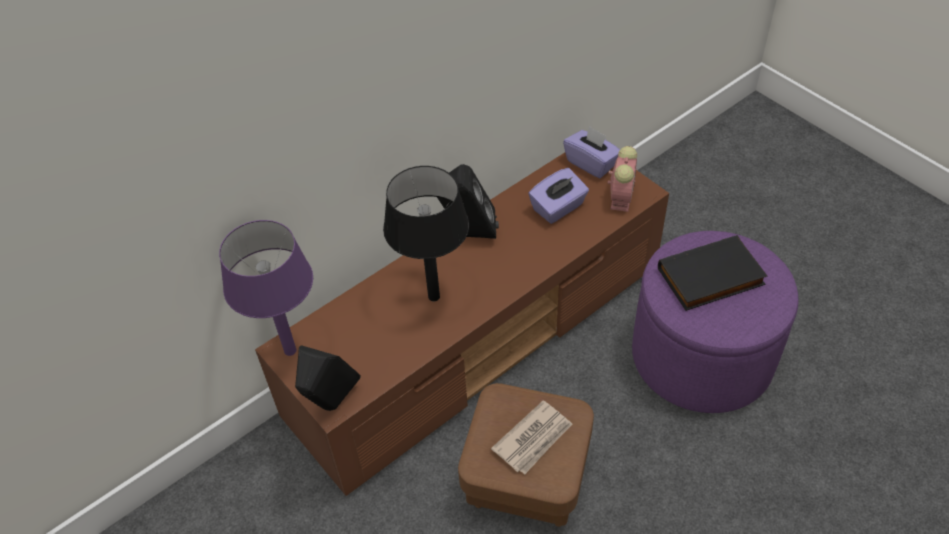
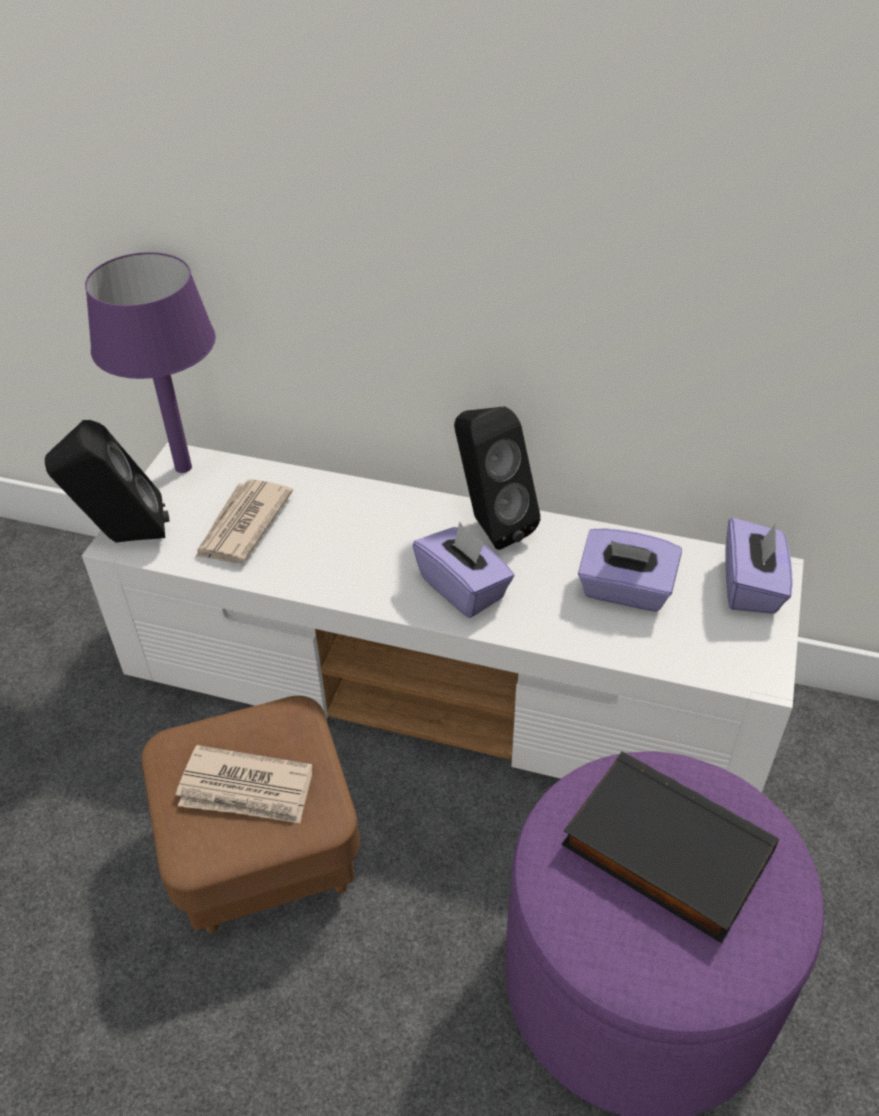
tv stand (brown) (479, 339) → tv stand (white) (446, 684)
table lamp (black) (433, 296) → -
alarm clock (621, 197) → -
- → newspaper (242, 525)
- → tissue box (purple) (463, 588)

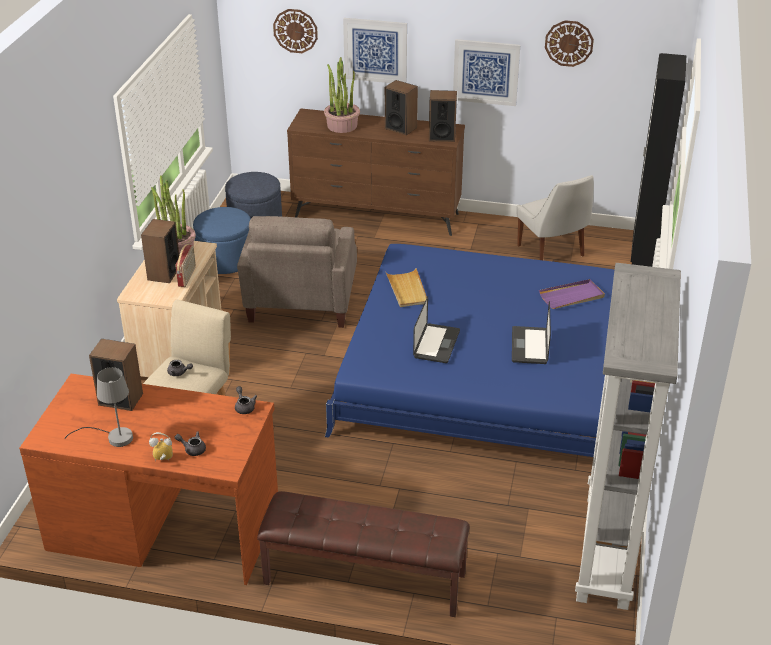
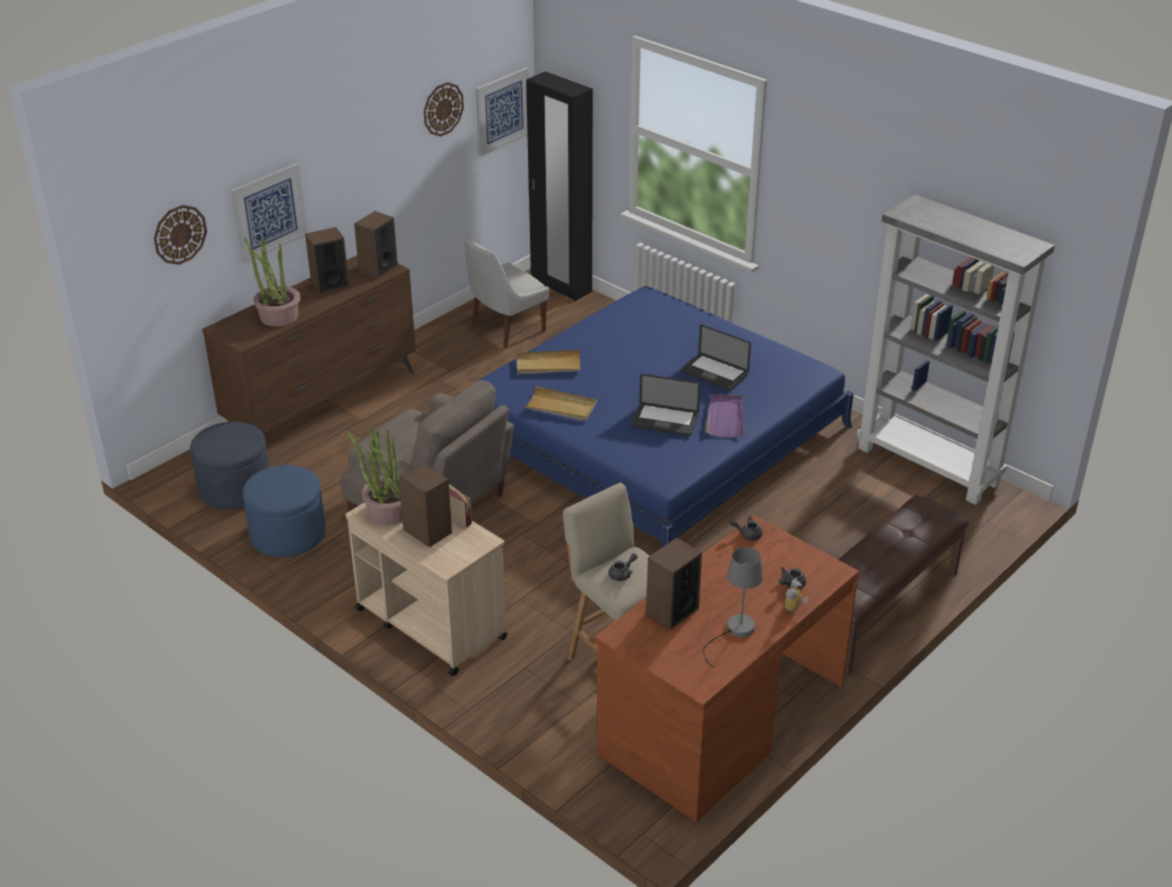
laptop (436, 344) → laptop (664, 421), 150 degrees clockwise
picture (486, 72) → picture (502, 111), move
chair (white) (552, 252) → chair (white) (505, 329), 135 degrees clockwise
tray (purple) (572, 296) → tray (purple) (725, 417), move
- → tray (beige) (548, 365)

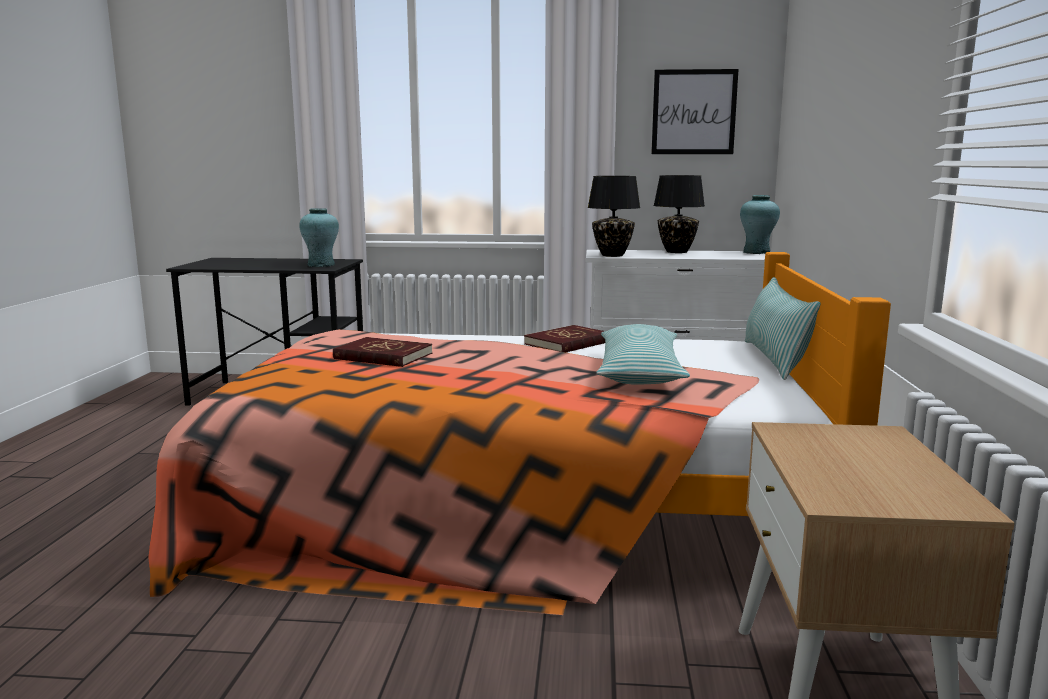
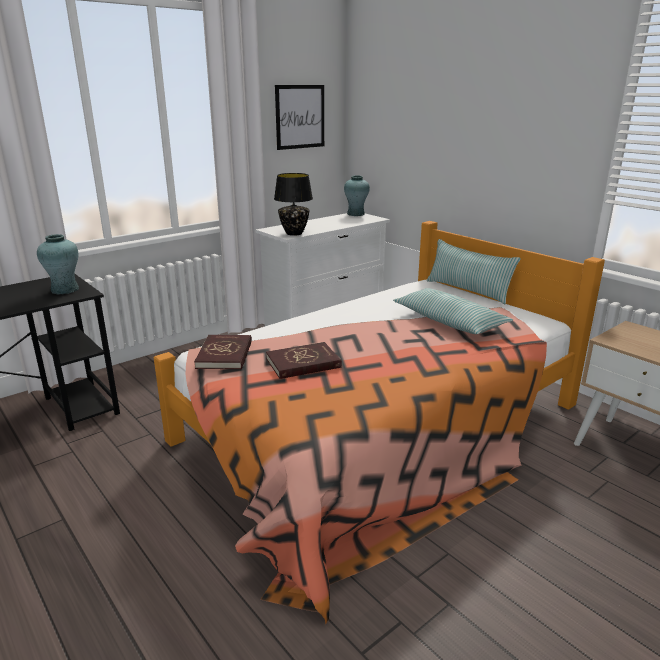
book (red) (568, 343) → book (red) (225, 355), move
table lamp (black) (676, 252) → -

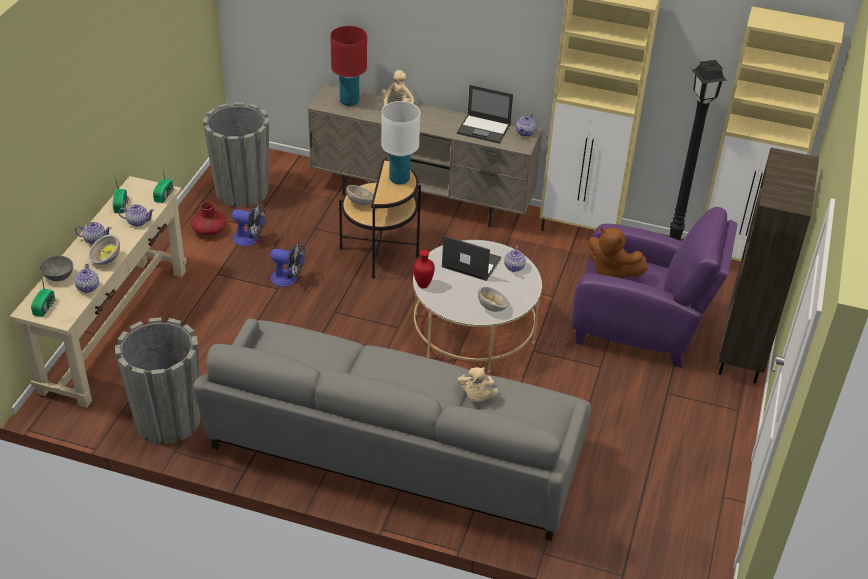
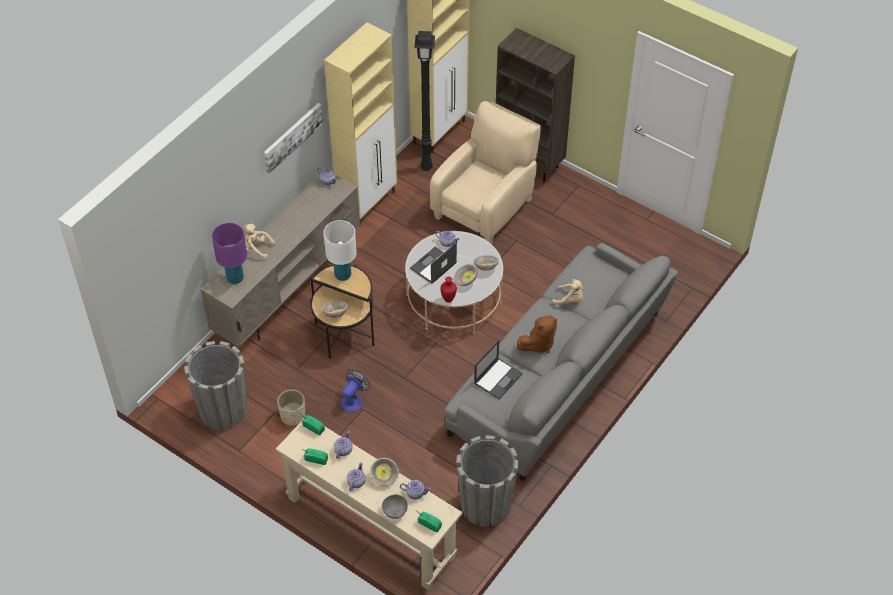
vase (red) (209, 230) → -
fan (250, 239) → planter (beige) (292, 416)
table lamp (red) (349, 101) → table lamp (purple) (235, 278)
laptop (484, 129) → laptop (498, 378), move
armchair (purple) (641, 327) → armchair (beige) (486, 206)
plush toy (brown) (611, 271) → plush toy (brown) (538, 344), move
- → picture (292, 137)
- → bowl (465, 281)

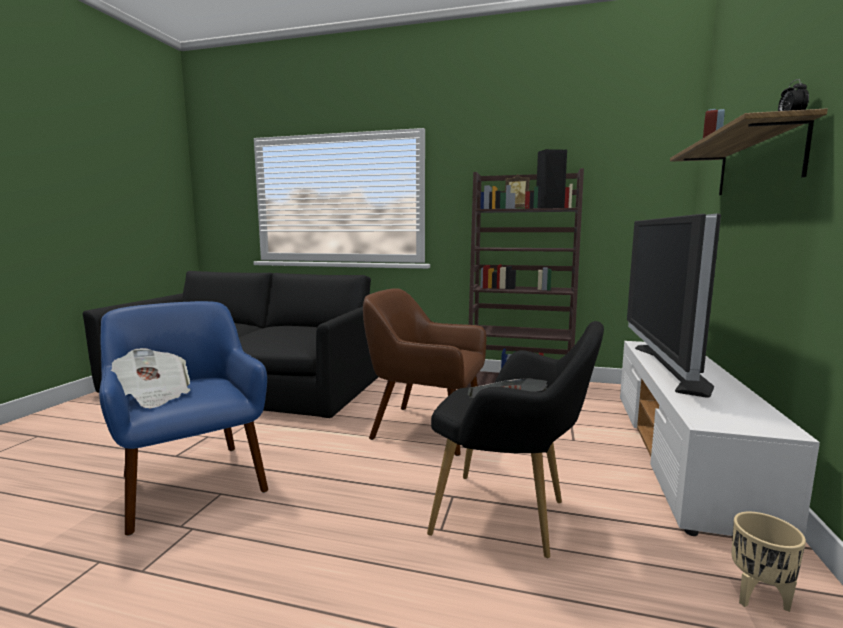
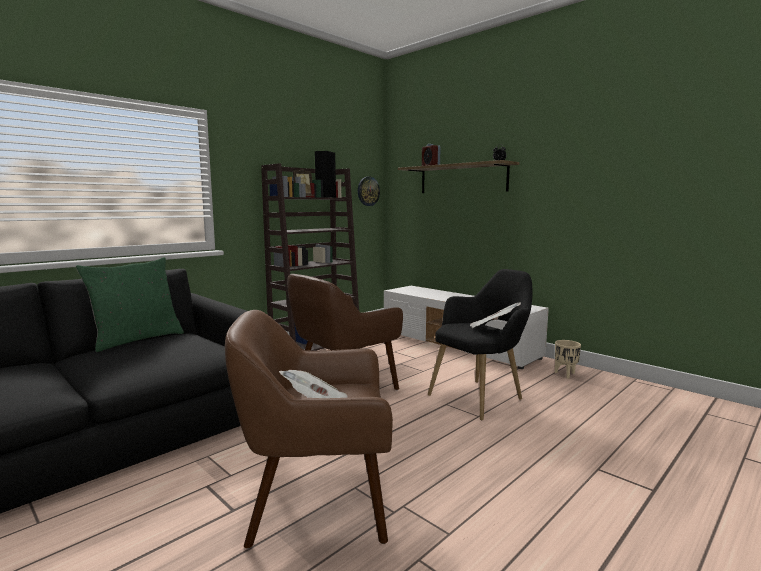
armchair (blue) (191, 483) → armchair (brown) (316, 502)
television (668, 368) → -
- → pillow (green) (136, 339)
- → wall clock (368, 191)

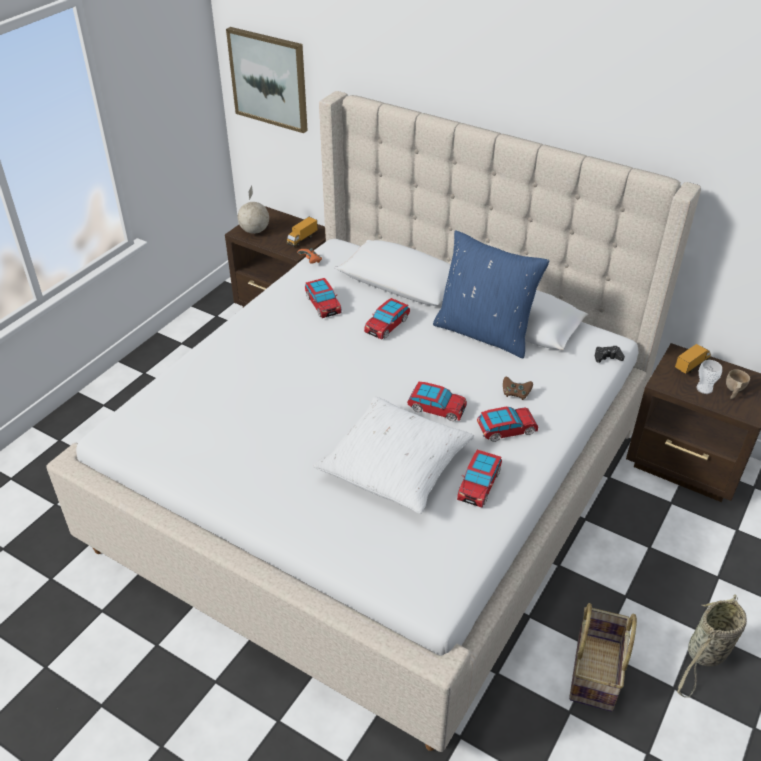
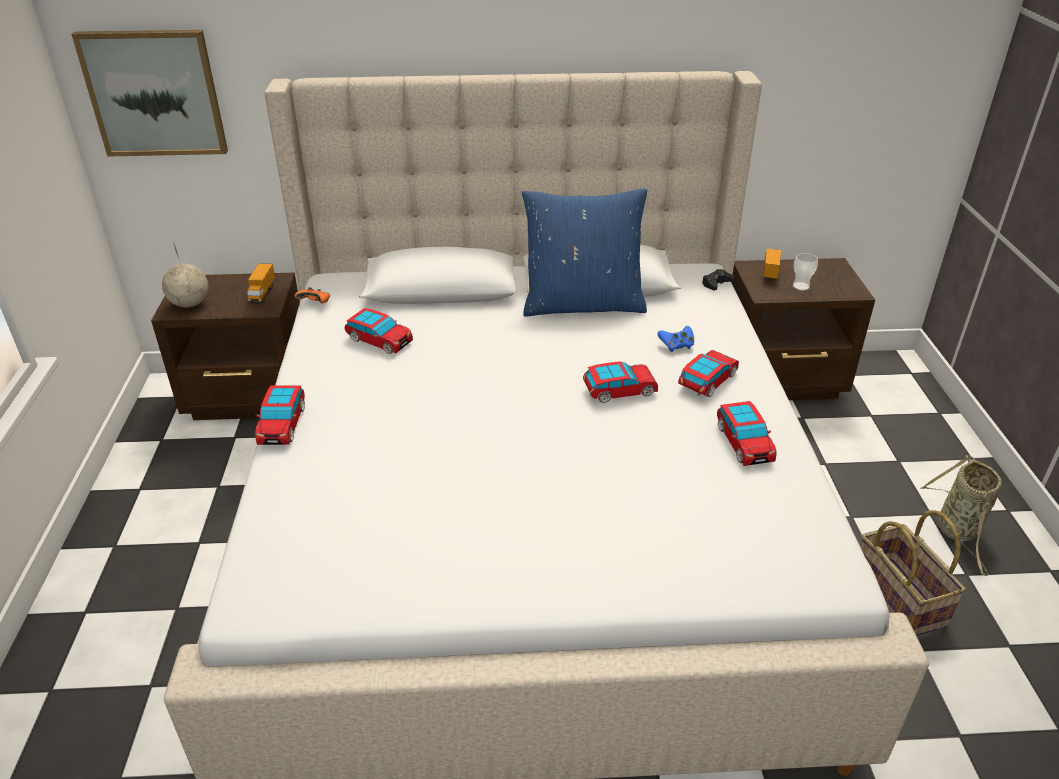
pillow (white) (395, 465) → -
toy car (387, 325) → toy car (282, 424), move
game controller (brown) (515, 393) → game controller (blue) (676, 346)
cup (beige) (733, 391) → -

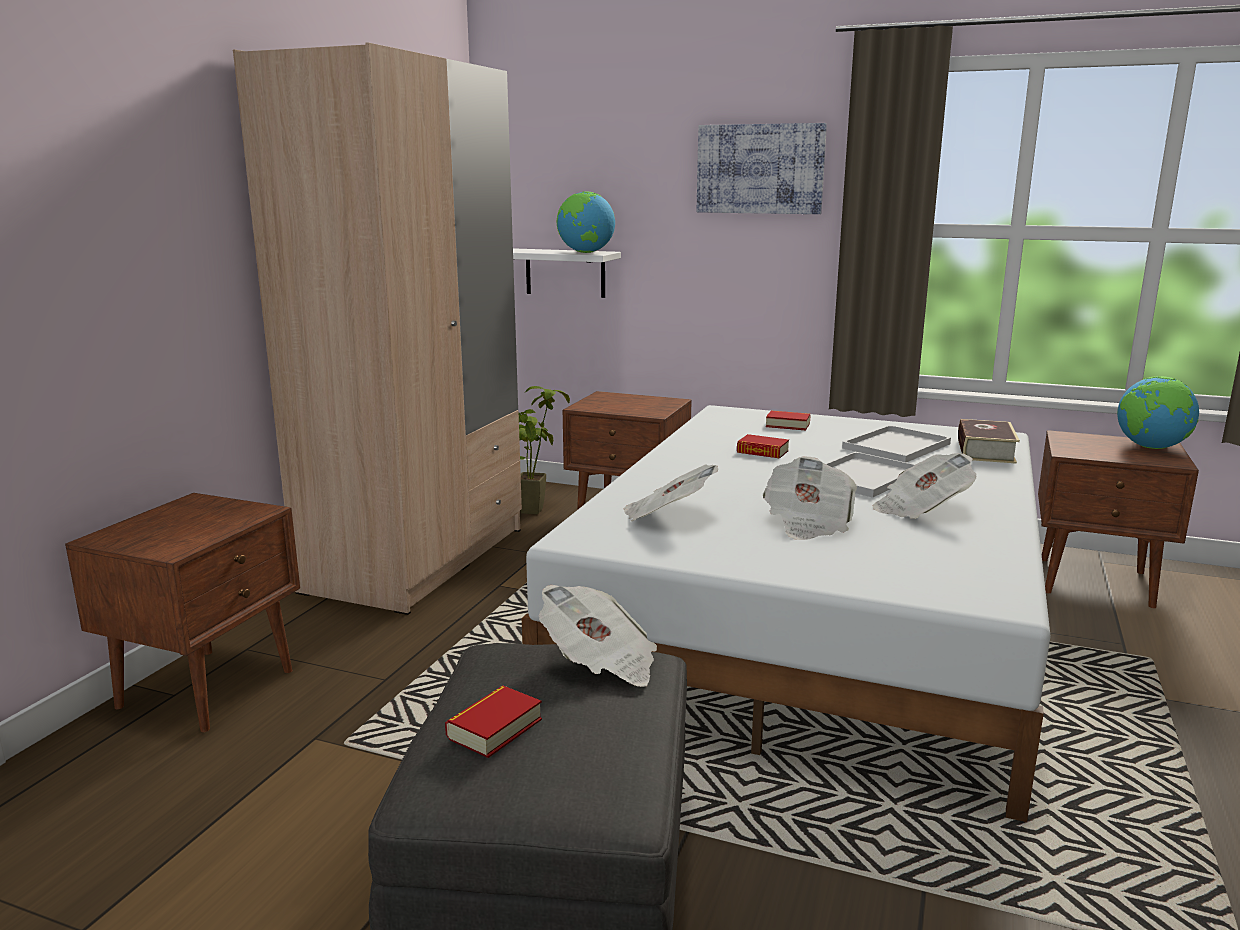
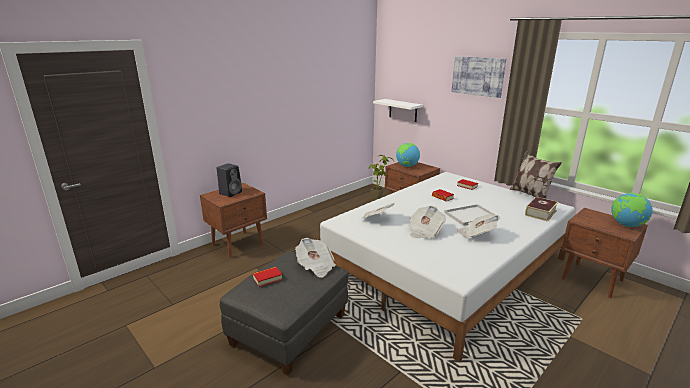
wardrobe (beige) (418, 559) → -
globe (585, 252) → globe (407, 166), move
tray (white) (896, 445) → -
- → speaker (black) (231, 193)
- → pillow (530, 194)

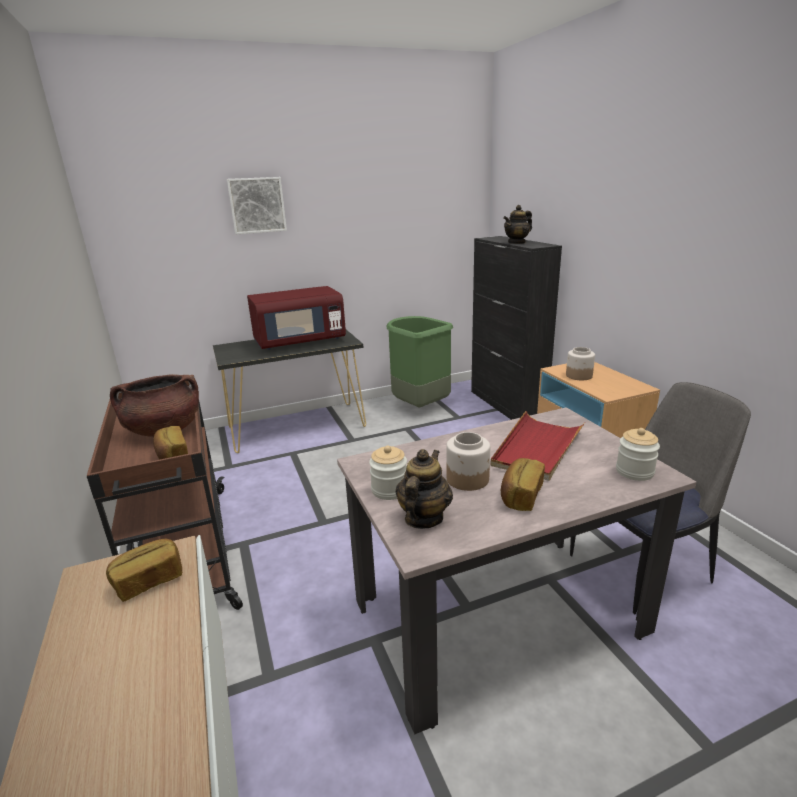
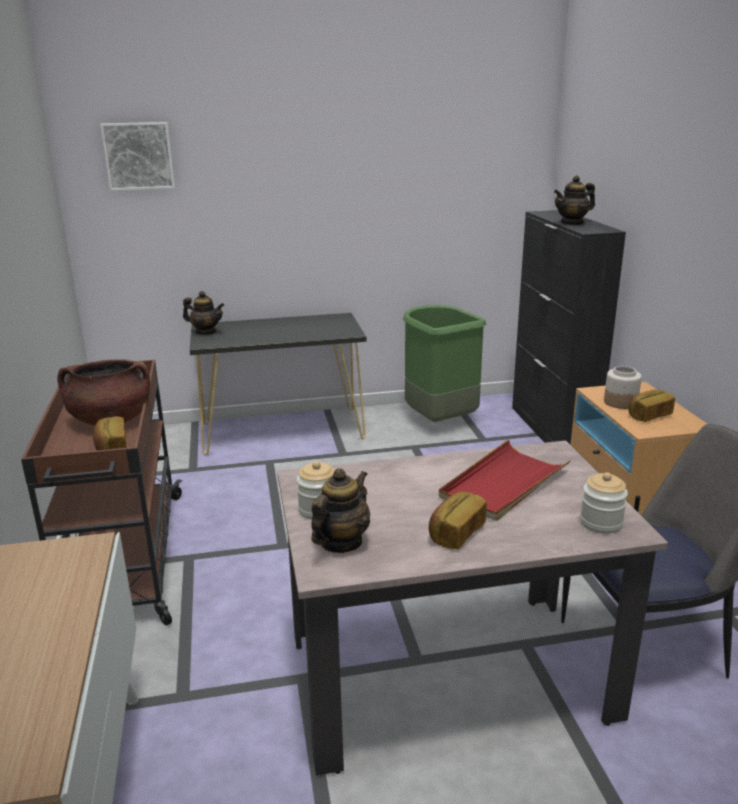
bread (149, 581) → bread (648, 415), move
picture (257, 205) → picture (139, 156), move
microwave (red) (299, 341) → -
jar (468, 479) → -
- → teapot (206, 332)

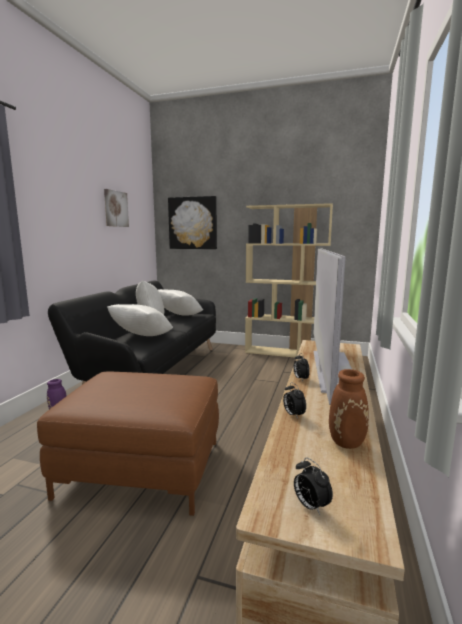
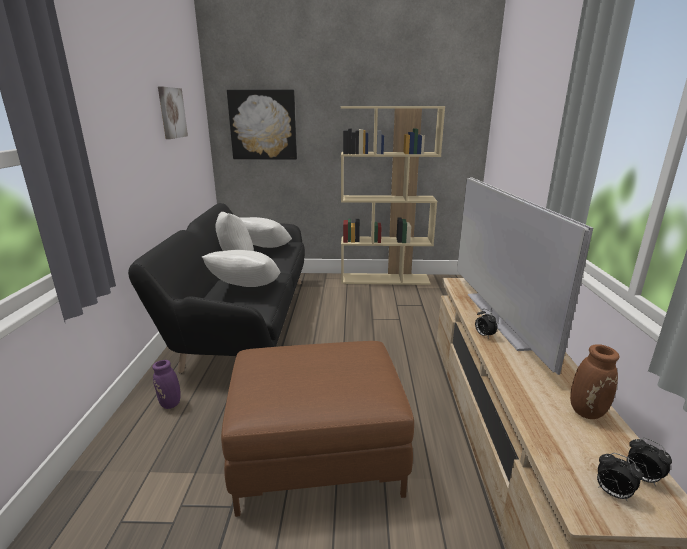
alarm clock (293, 415) → alarm clock (641, 477), move

